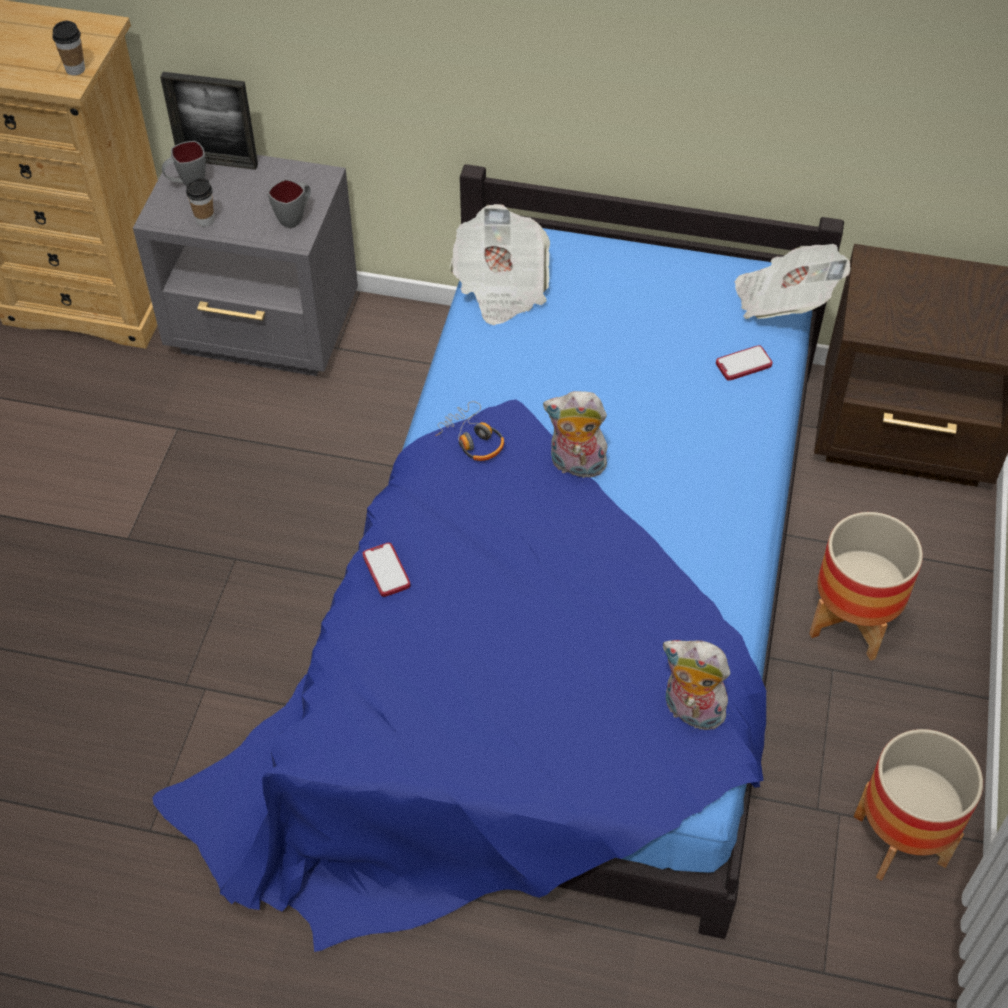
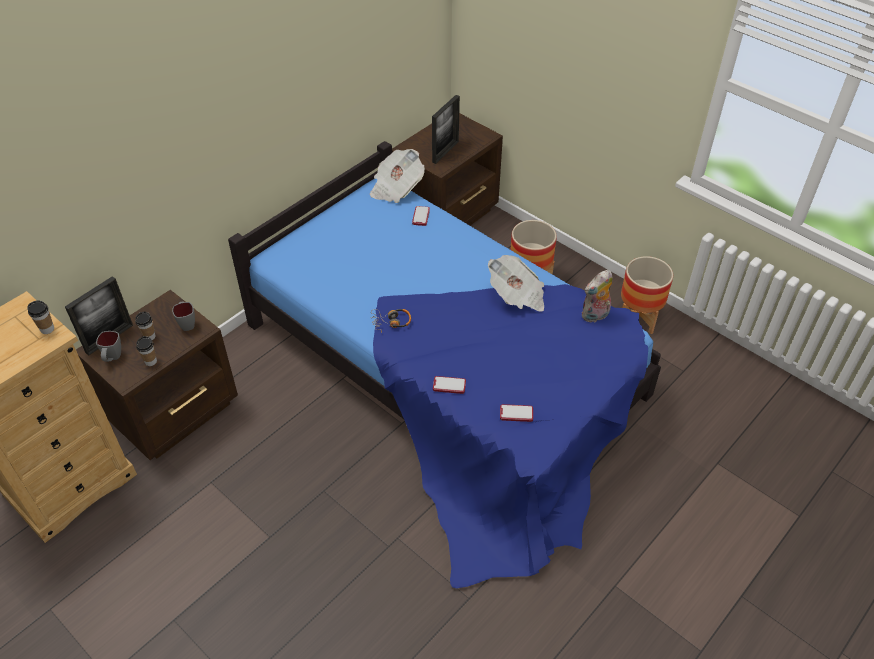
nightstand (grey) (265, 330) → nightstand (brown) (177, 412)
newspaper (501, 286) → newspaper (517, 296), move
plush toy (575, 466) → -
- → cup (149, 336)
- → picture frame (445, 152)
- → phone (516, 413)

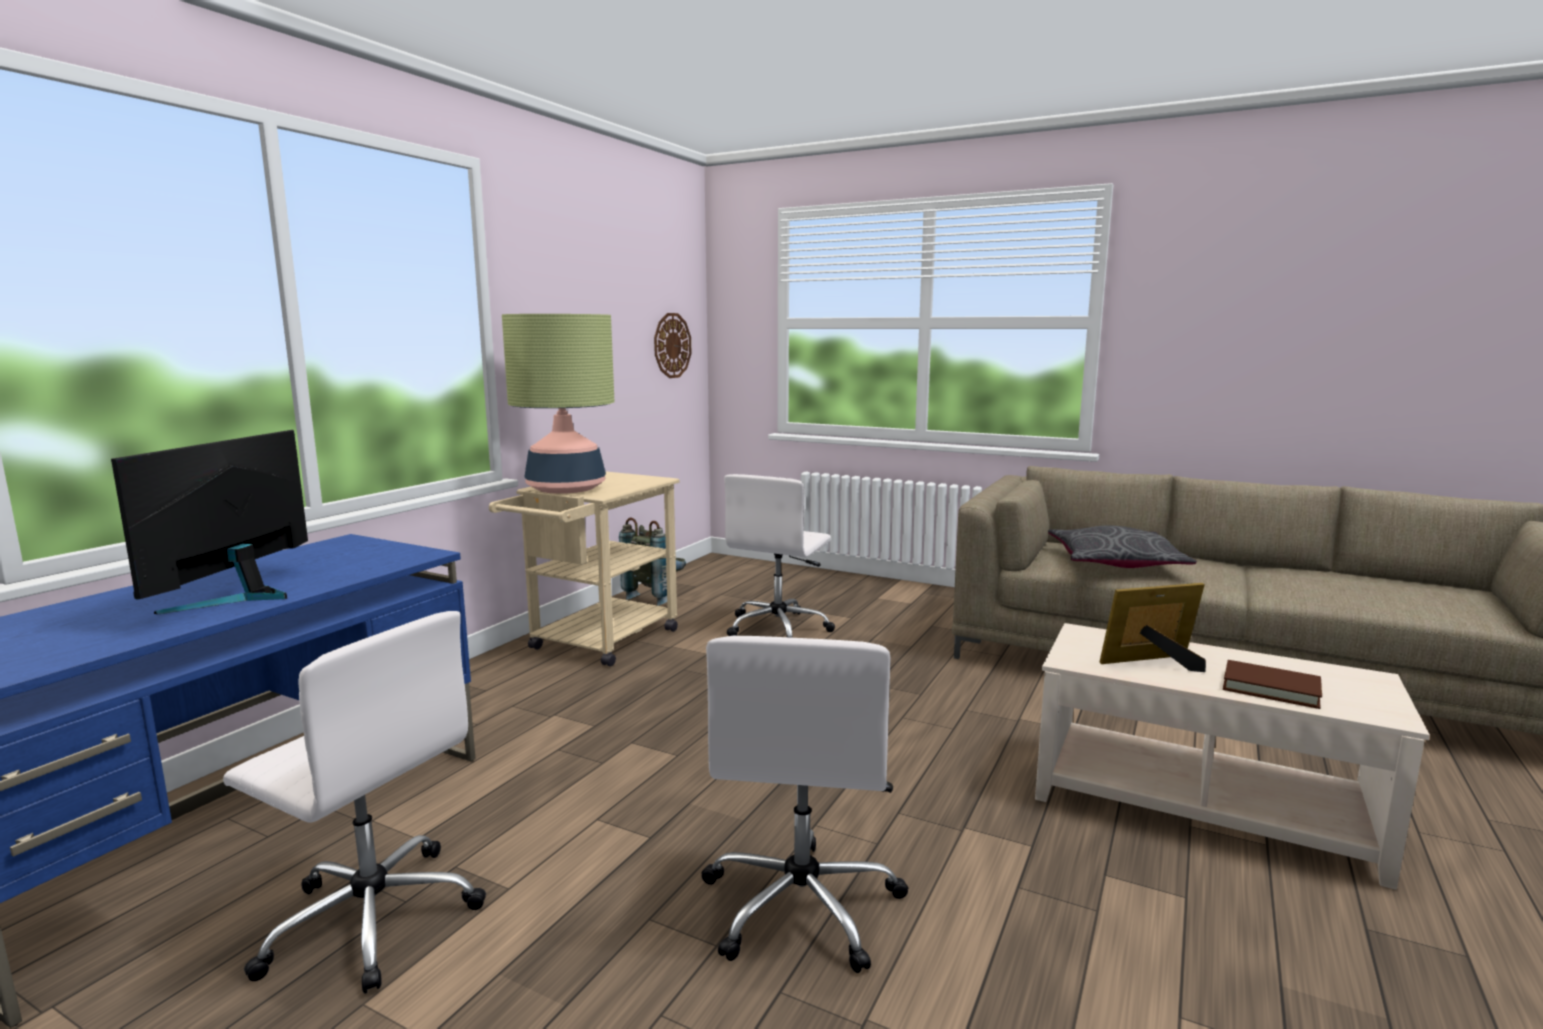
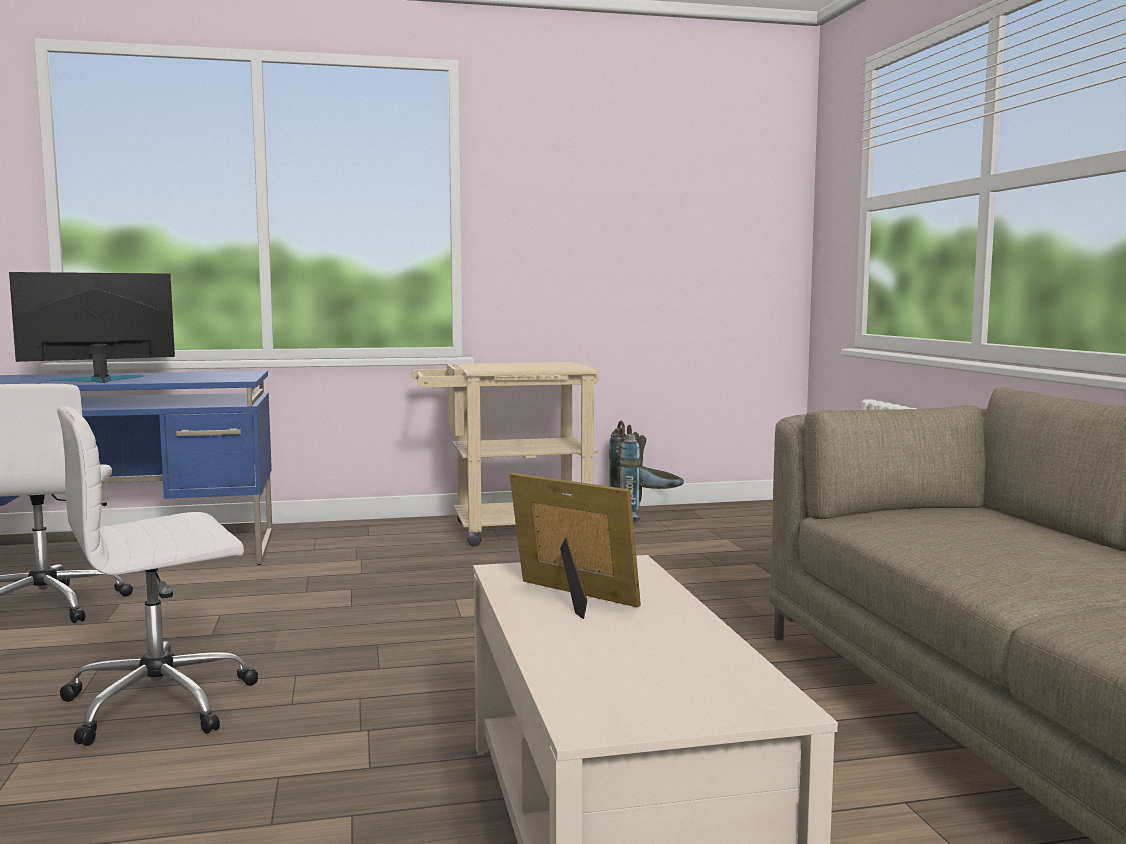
table lamp (566, 488) → -
wall clock (672, 345) → -
office chair (white) (779, 628) → -
pillow (grey) (1115, 562) → -
book (brown) (1270, 688) → -

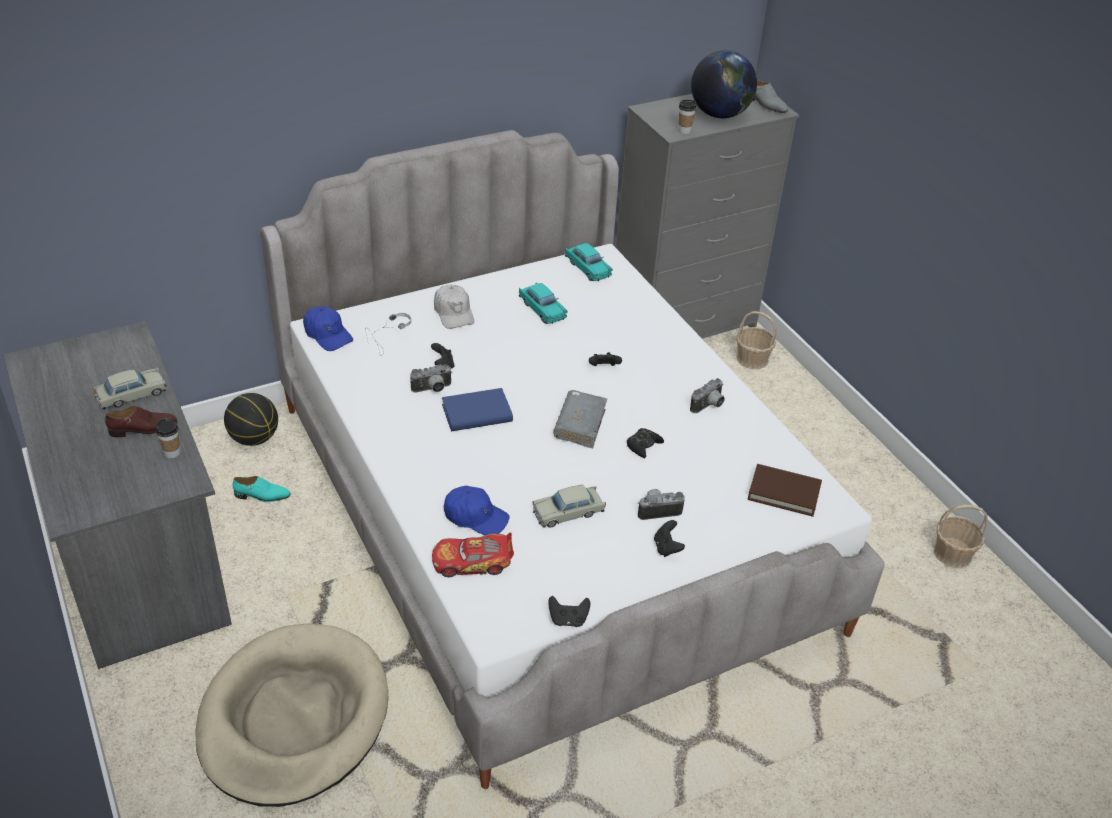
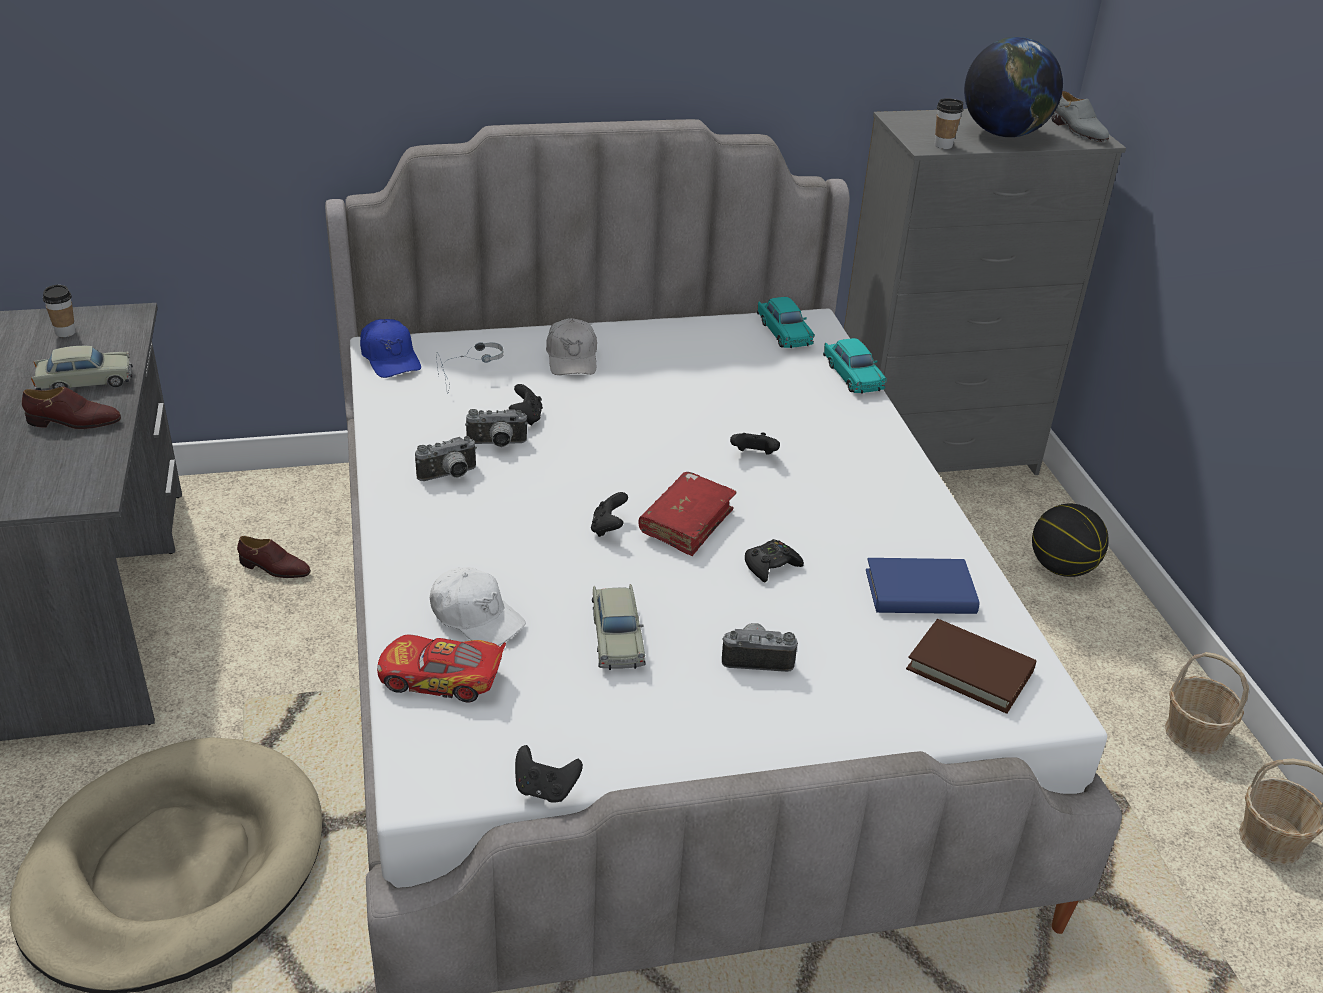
cup (172, 453) → cup (65, 332), move
basketball (254, 438) → basketball (1062, 568), move
shoe (turquoise) (262, 496) → shoe (brown) (274, 568)
book (blue) (477, 413) → book (blue) (920, 592), move
cap (blue) (475, 517) → cap (white) (476, 617)
toy car (turquoise) (542, 309) → toy car (turquoise) (852, 375), move
toy car (beige) (568, 512) → toy car (beige) (617, 636), 90 degrees counterclockwise
book (grey) (580, 425) → book (red) (687, 522)
game controller (black) (667, 547) → game controller (black) (608, 528), move
photo camera (709, 406) → photo camera (449, 476), move
basket (752, 359) → basket (1193, 733), move

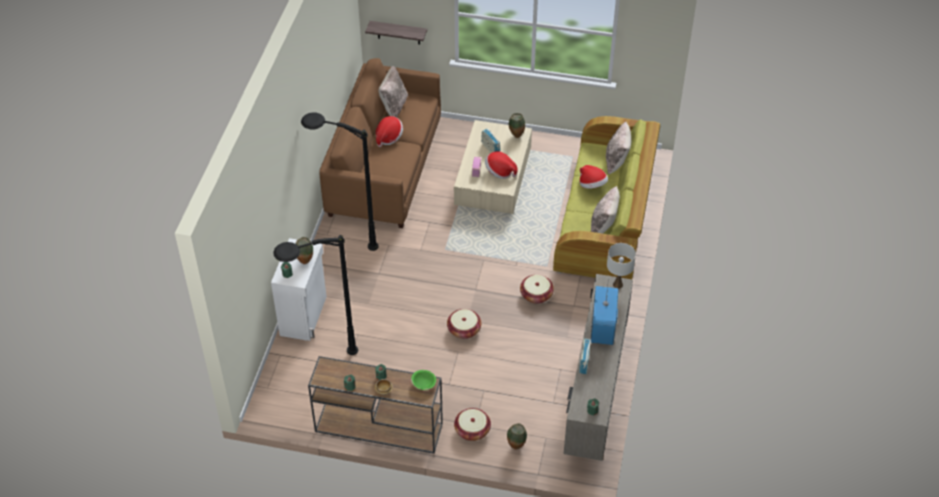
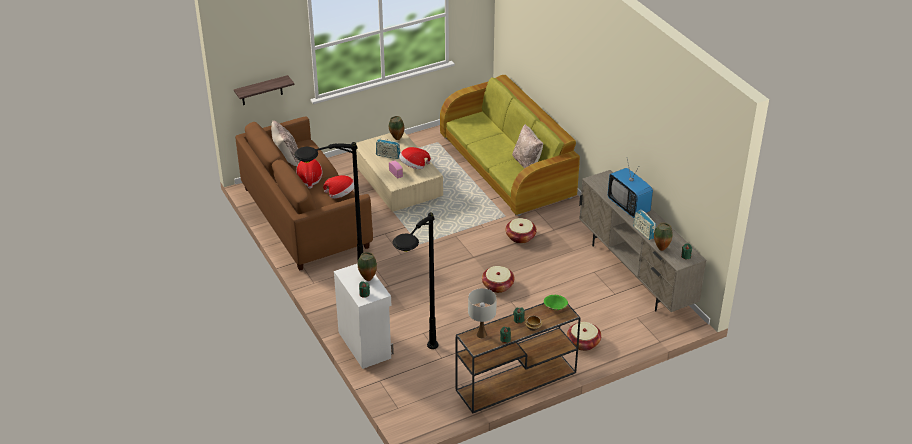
vase (516, 446) → vase (661, 248), move
hat (592, 185) → hat (341, 195), move
pillow (beige) (617, 161) → -
table lamp (white) (617, 285) → table lamp (white) (481, 334), move

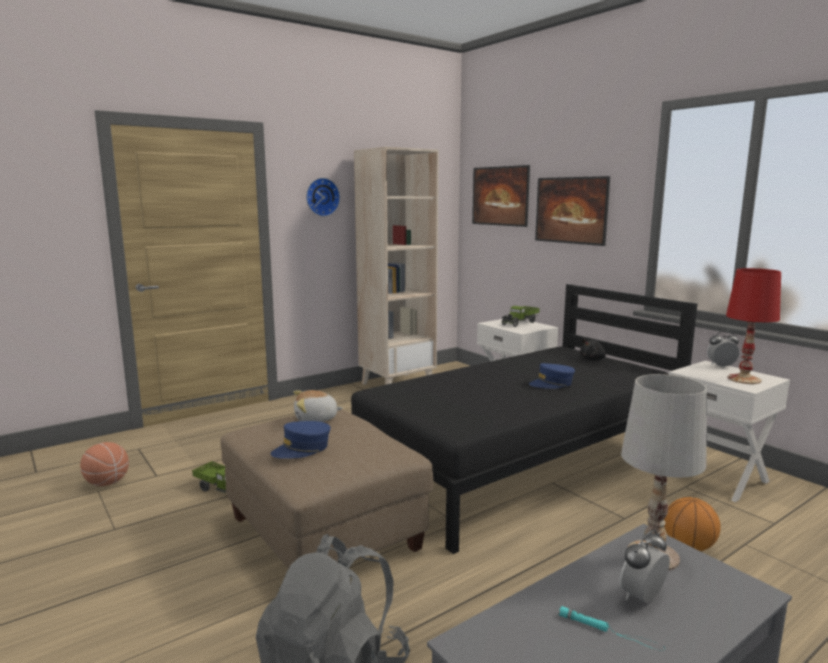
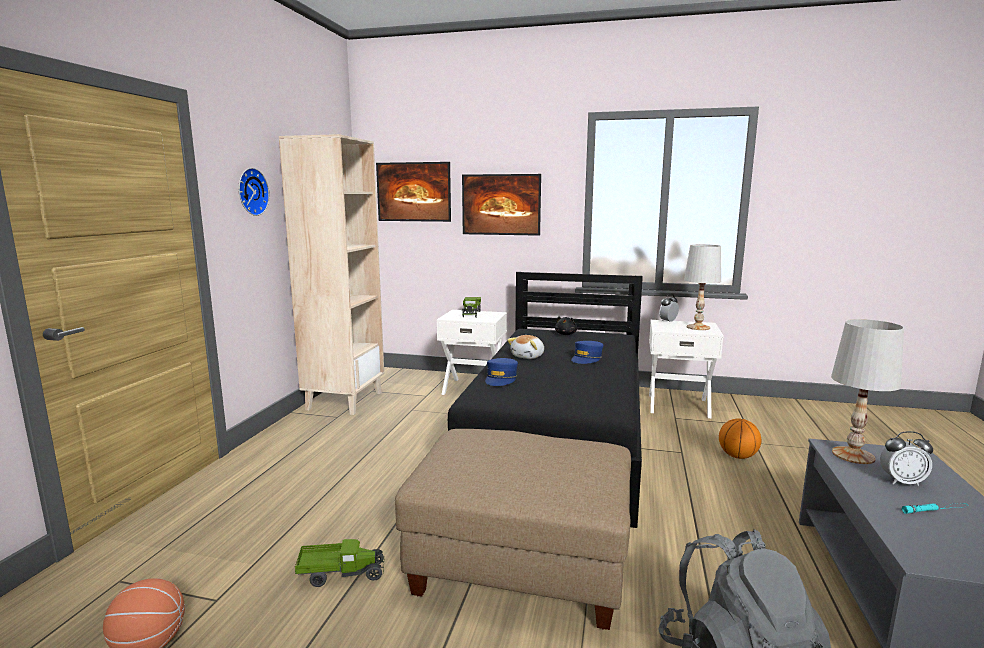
cap (blue) (302, 449) → cap (blue) (501, 379), move
plush toy (316, 419) → plush toy (528, 356), move
alarm clock (642, 597) → alarm clock (901, 482), 90 degrees counterclockwise
table lamp (red) (744, 379) → table lamp (white) (698, 327)

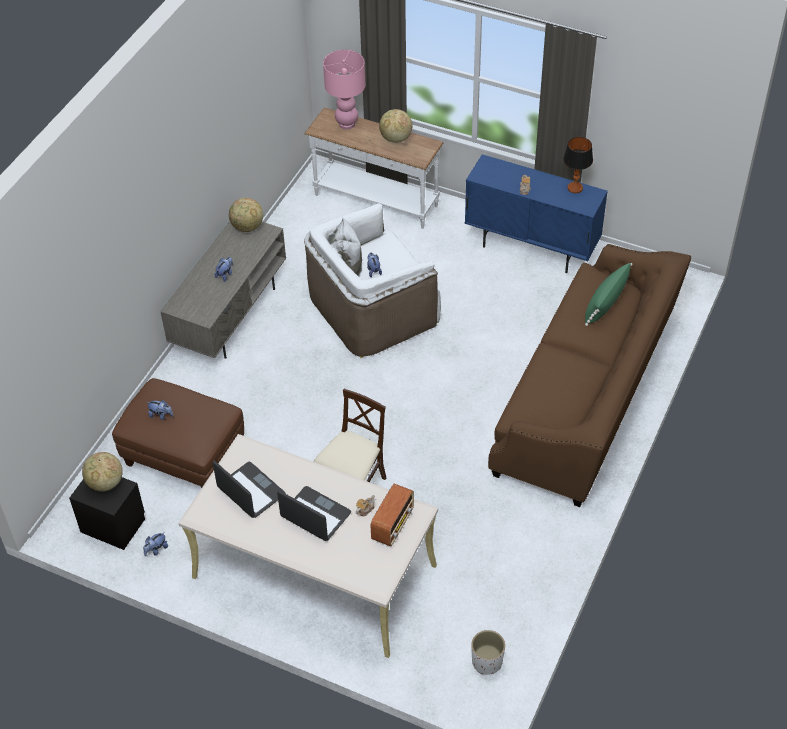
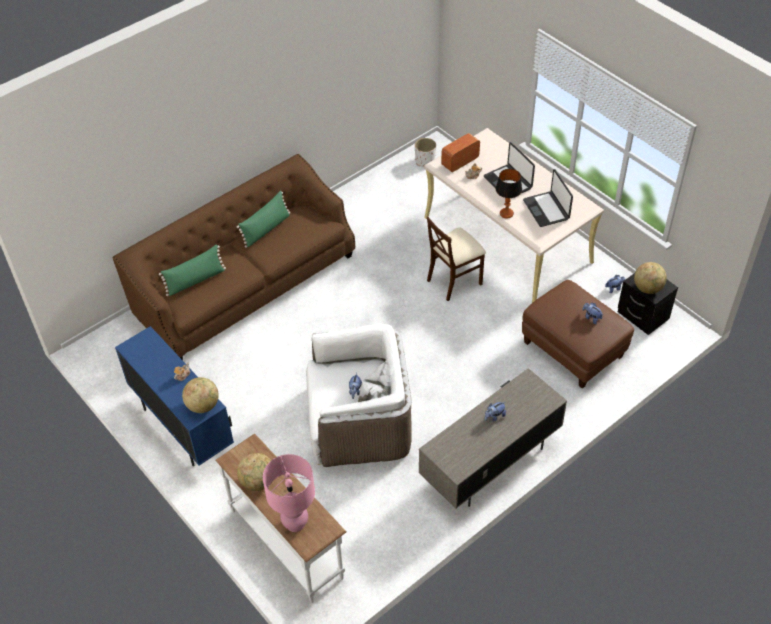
globe (247, 227) → globe (203, 405), move
table lamp (574, 188) → table lamp (506, 213), move
- → pillow (green) (266, 229)

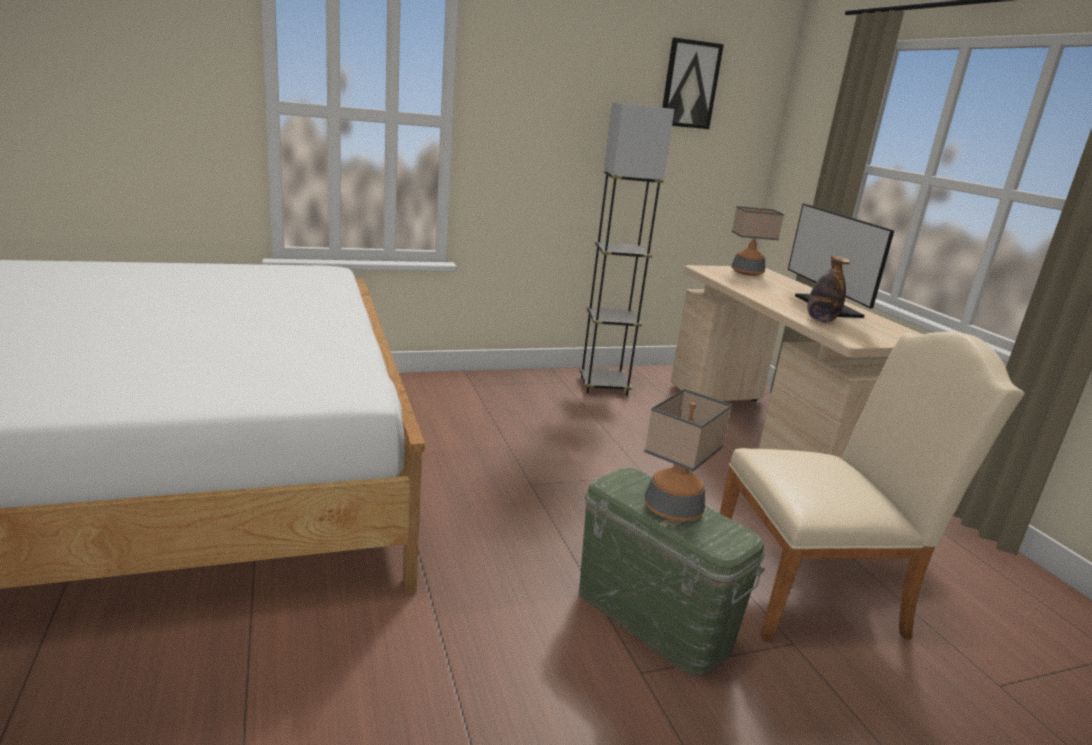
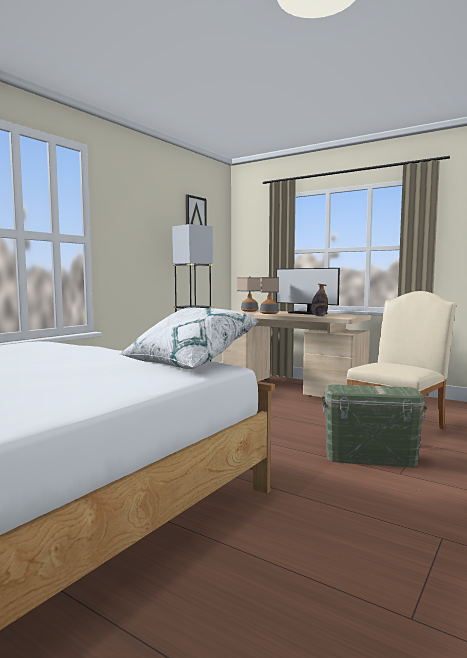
table lamp (672, 509) → table lamp (269, 313), move
- → pillow (white) (187, 362)

